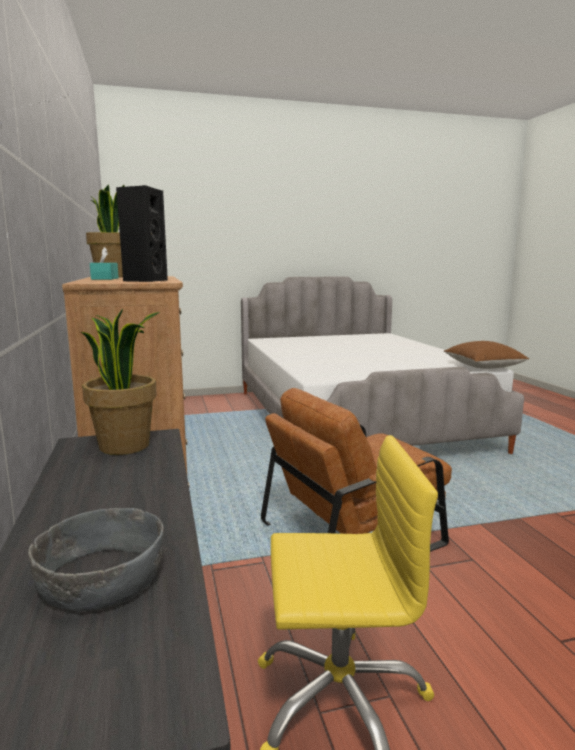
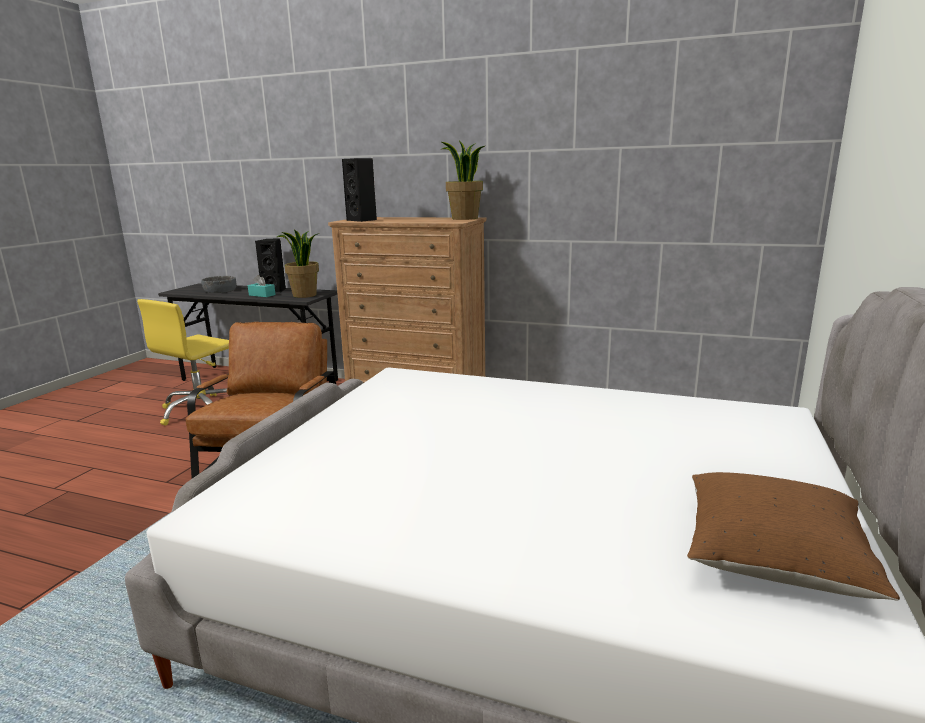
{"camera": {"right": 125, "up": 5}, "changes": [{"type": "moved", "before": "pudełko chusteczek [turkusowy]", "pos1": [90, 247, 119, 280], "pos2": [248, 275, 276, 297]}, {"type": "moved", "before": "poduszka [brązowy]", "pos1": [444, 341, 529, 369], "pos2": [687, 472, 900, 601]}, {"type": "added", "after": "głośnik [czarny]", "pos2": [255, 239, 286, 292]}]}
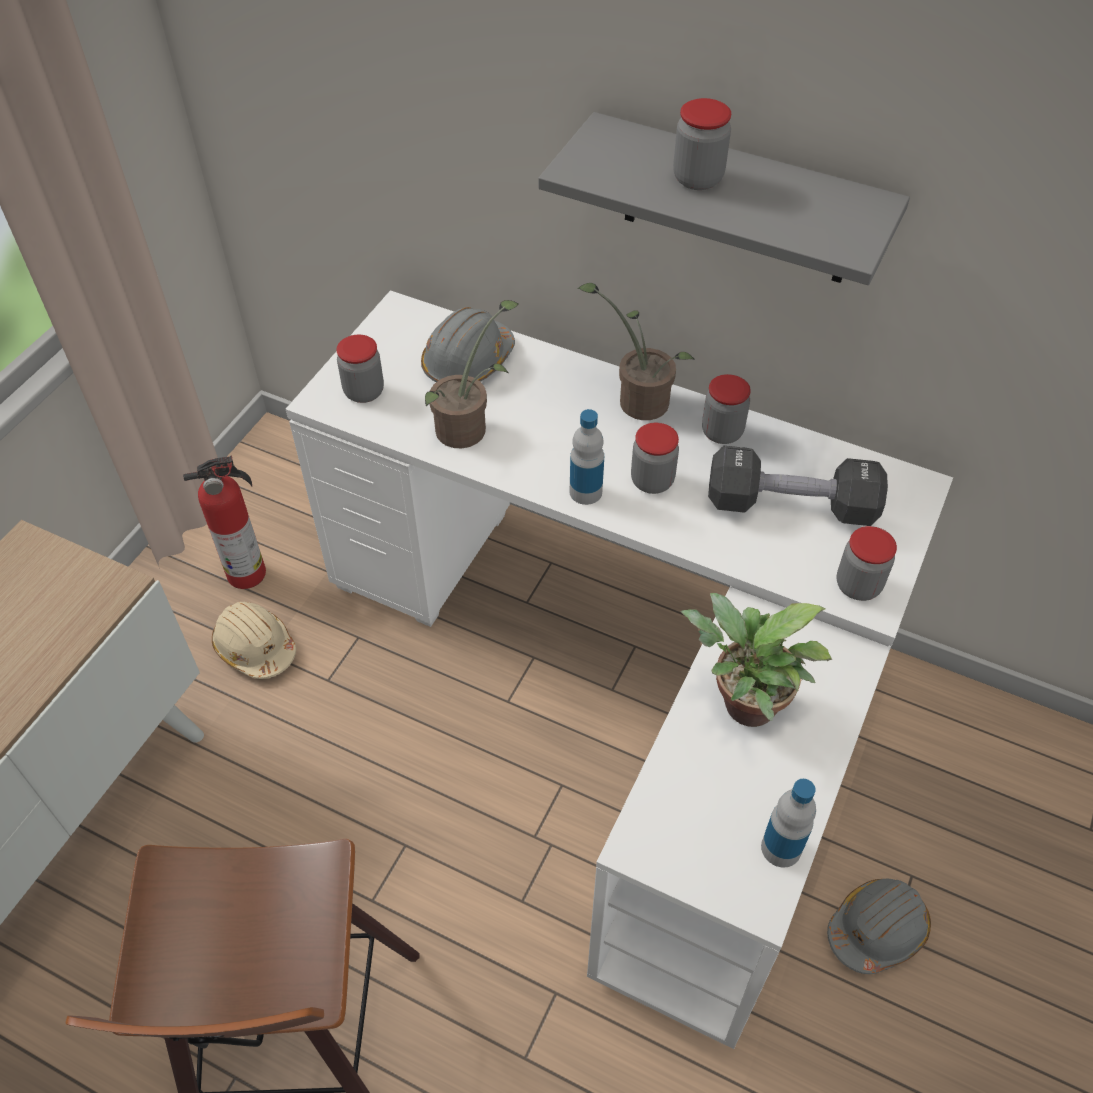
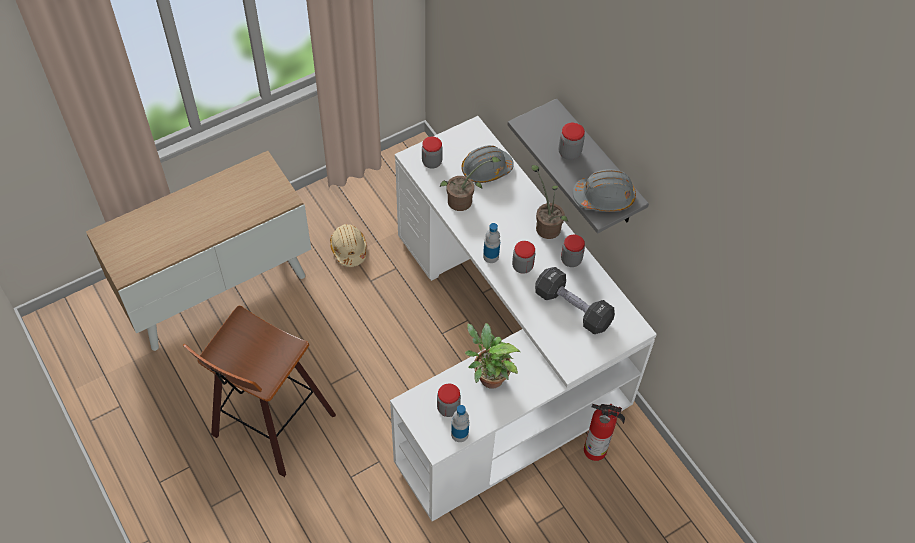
{"camera": {"right": 30, "up": 5}, "changes": [{"type": "moved", "before": "gaśnica", "pos1": [183, 455, 266, 589], "pos2": [584, 404, 625, 461]}, {"type": "moved", "before": "słoik", "pos1": [837, 526, 897, 601], "pos2": [437, 384, 461, 417]}, {"type": "moved", "before": "kask [szary]", "pos1": [827, 879, 931, 974], "pos2": [572, 169, 636, 212]}]}
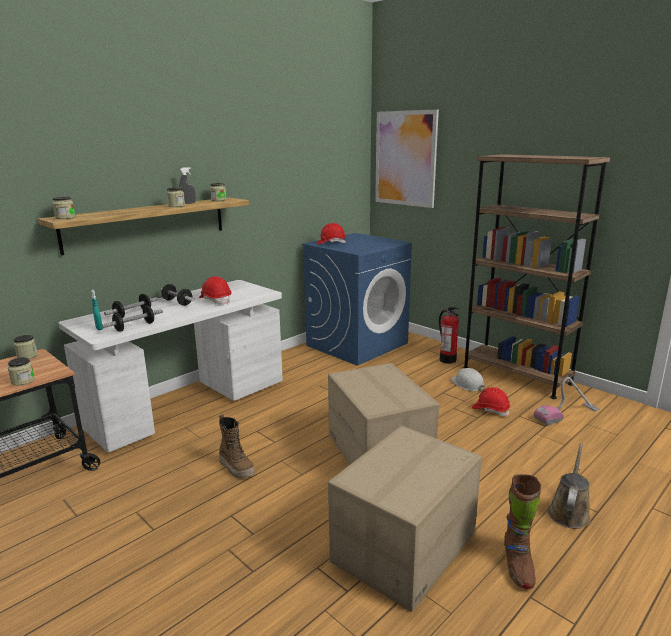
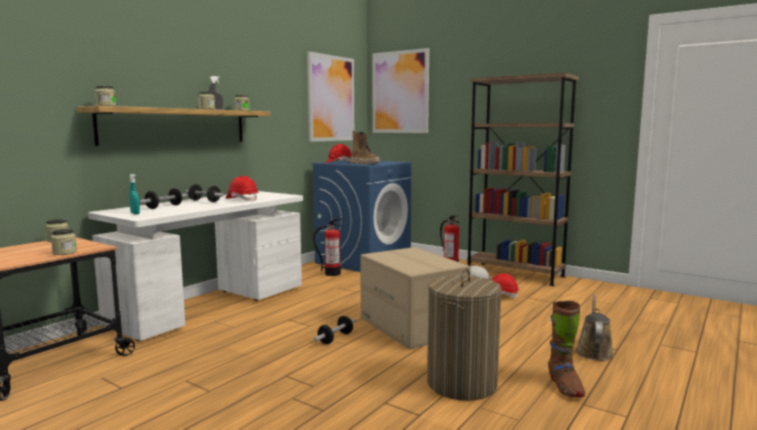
{"camera": {"right": -10, "up": -10}, "changes": [{"type": "moved", "before": "hantel", "pos1": [102, 305, 163, 332], "pos2": [314, 316, 356, 344]}, {"type": "removed", "before": "odkurzacz", "pos1": [534, 377, 600, 426]}, {"type": "moved", "before": "but z cholewką", "pos1": [219, 414, 255, 479], "pos2": [351, 131, 380, 164]}, {"type": "replaced", "before": "karton", "after": "kosz na pranie", "pos1": [328, 426, 482, 612], "pos2": [427, 268, 502, 401]}, {"type": "added", "after": "obraz", "pos2": [307, 51, 354, 142]}, {"type": "added", "after": "gaśnica", "pos2": [313, 218, 344, 276]}]}
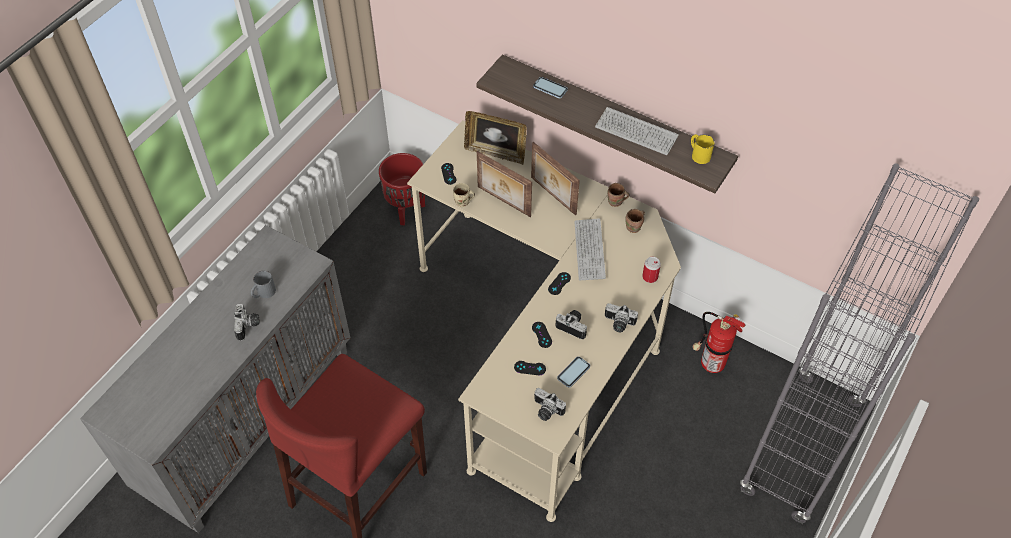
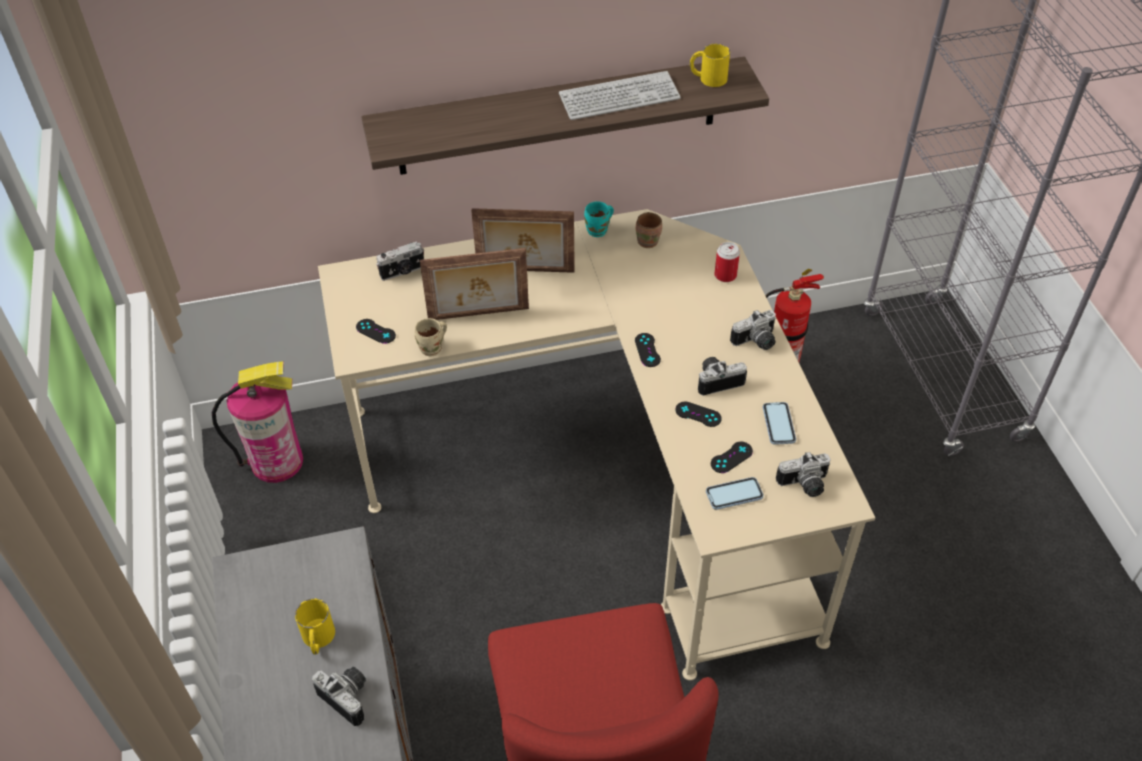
{"camera": {"right": -45, "up": -5}, "changes": [{"type": "moved", "before": "telefon", "pos1": [533, 77, 568, 98], "pos2": [706, 477, 764, 510]}, {"type": "replaced", "before": "ramka na zdjęcie", "after": "aparat fotograficzny", "pos1": [464, 111, 527, 165], "pos2": [376, 241, 424, 281]}, {"type": "replaced", "before": "donica [czerwony]", "after": "gaśnica", "pos1": [379, 153, 425, 226], "pos2": [211, 362, 303, 483]}, {"type": "recoloured", "before": "kubek [brązowy]", "after": "kubek [turkusowy]", "pos1": [608, 183, 629, 207], "pos2": [584, 201, 614, 237]}, {"type": "removed", "before": "klawiatura", "pos1": [574, 218, 606, 281]}, {"type": "recoloured", "before": "kubek [szary]", "after": "kubek [żółty]", "pos1": [251, 271, 276, 298], "pos2": [295, 598, 335, 655]}]}
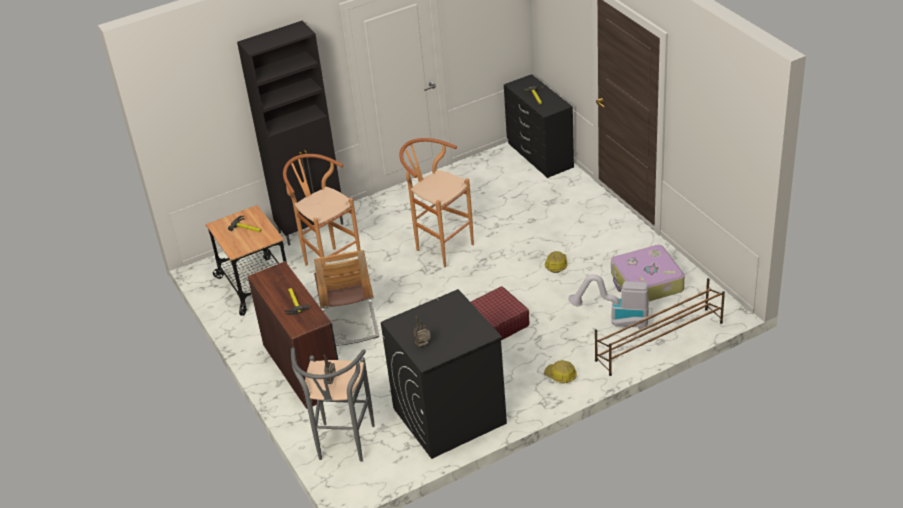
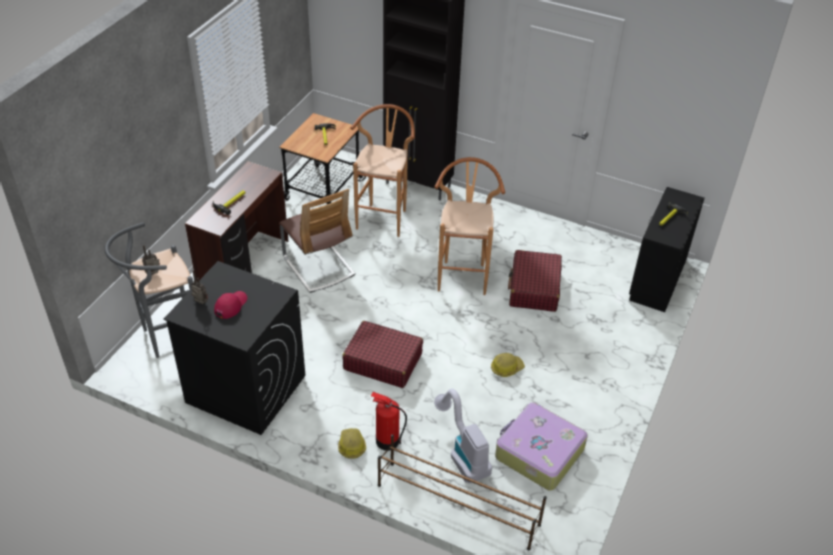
{"camera": {"right": 50, "up": 5}, "changes": [{"type": "turned", "before": "krzesło", "pos1": [314, 250, 380, 346], "pos2": [279, 189, 355, 293], "turn": -75}, {"type": "added", "after": "walizka [czerwony]", "pos2": [508, 250, 562, 312]}, {"type": "added", "after": "czapka z daszkiem [czerwony]", "pos2": [214, 291, 247, 319]}, {"type": "added", "after": "gaśnica", "pos2": [371, 392, 407, 451]}]}
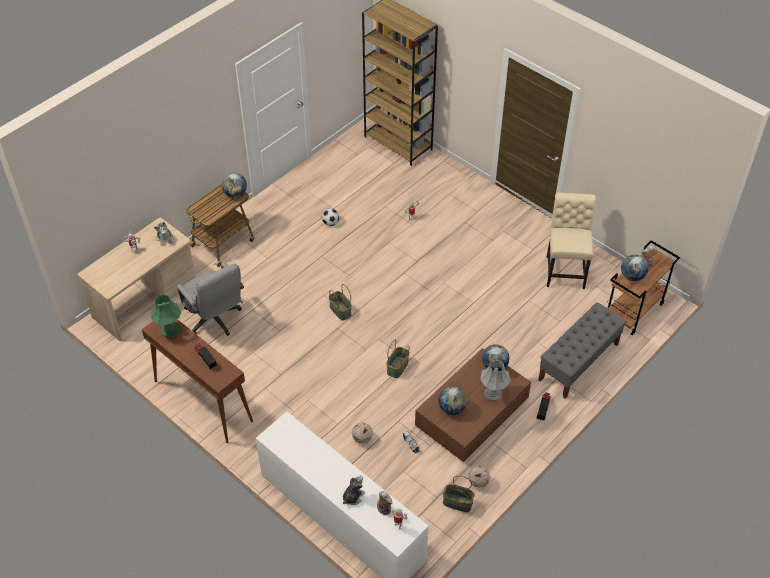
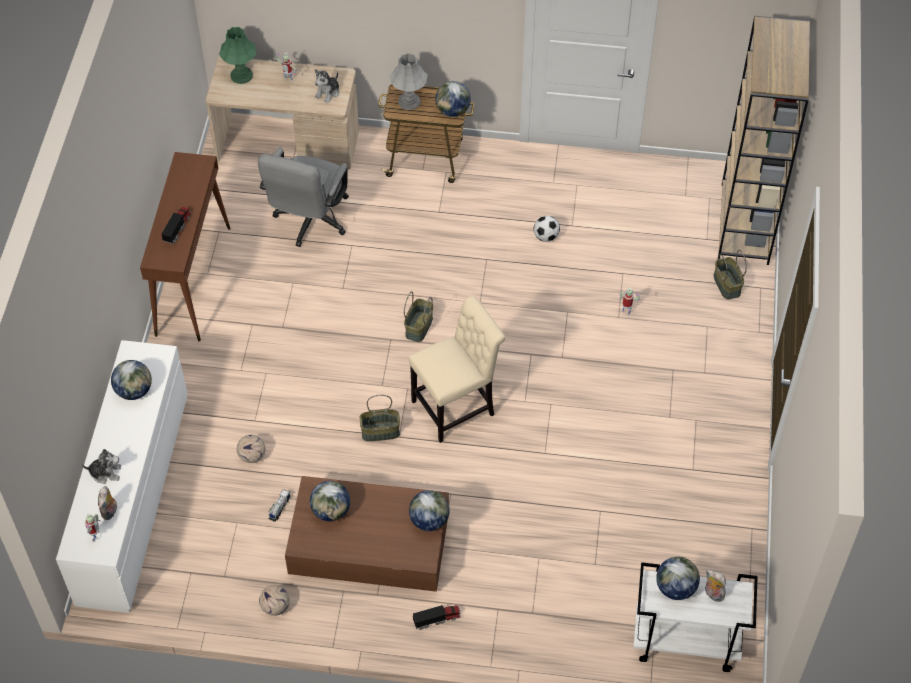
{"camera": {"right": 55, "up": 5}, "changes": [{"type": "moved", "before": "krzesło [beżowy]", "pos1": [547, 193, 596, 289], "pos2": [408, 296, 505, 443]}, {"type": "recoloured", "before": "wózek [brązowy]", "after": "wózek [biały]", "pos1": [608, 240, 680, 335], "pos2": [633, 562, 758, 672]}, {"type": "moved", "before": "lampa stołowa [zielony]", "pos1": [151, 294, 181, 338], "pos2": [219, 27, 257, 84]}, {"type": "removed", "before": "ławka [szary]", "pos1": [538, 302, 626, 399]}, {"type": "moved", "before": "lampa stołowa [szary]", "pos1": [480, 360, 511, 401], "pos2": [390, 53, 427, 110]}, {"type": "moved", "before": "koszyk", "pos1": [443, 475, 475, 512], "pos2": [714, 250, 747, 300]}, {"type": "added", "after": "globus", "pos2": [111, 360, 152, 400]}]}
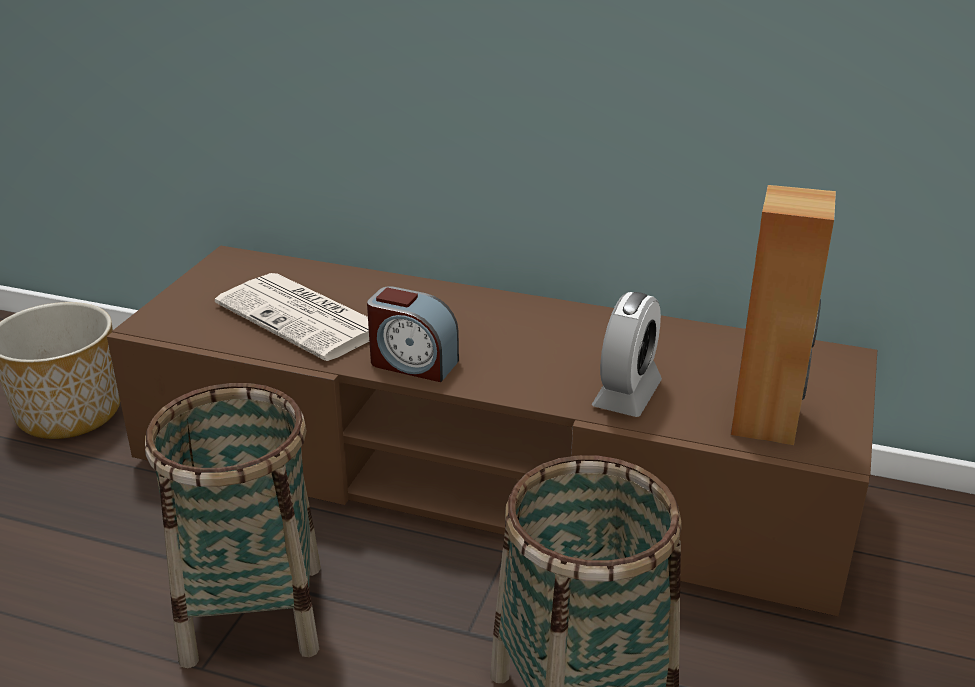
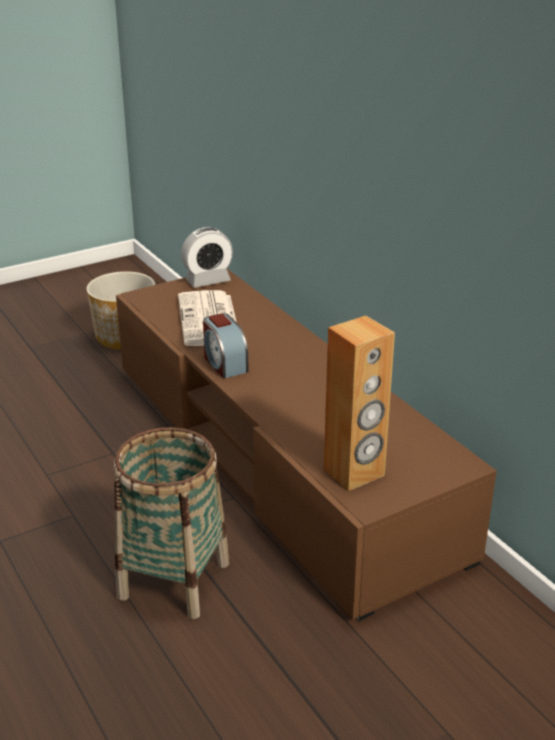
{"camera": {"right": 40, "up": 0}, "changes": [{"type": "moved", "before": "budzik", "pos1": [592, 292, 662, 417], "pos2": [181, 227, 233, 288]}, {"type": "removed", "before": "koszyk", "pos1": [145, 383, 321, 668]}]}
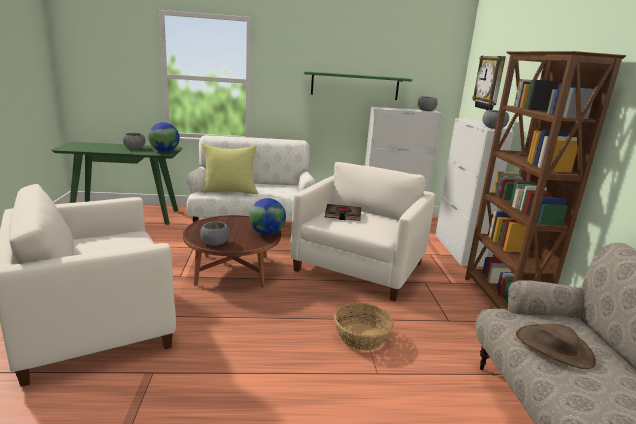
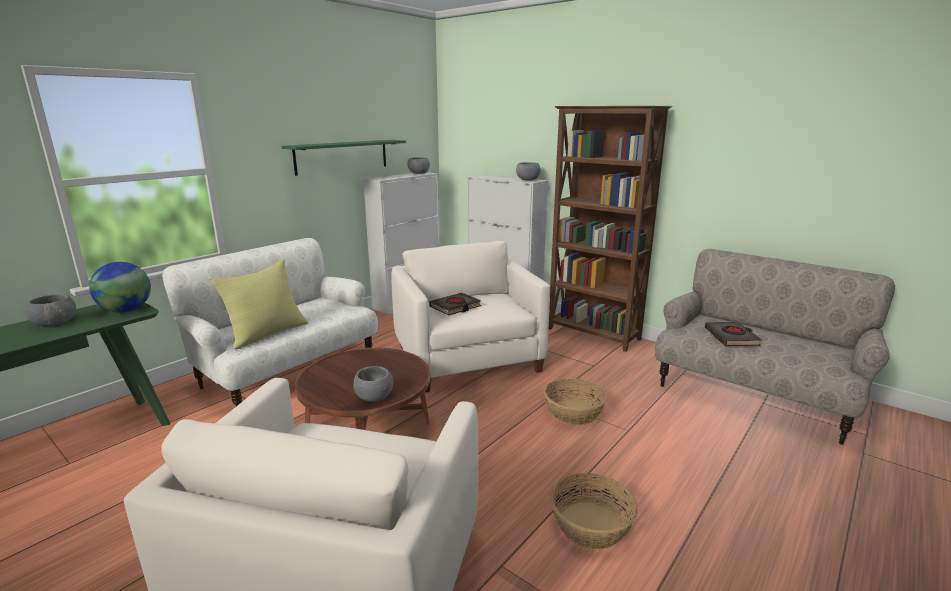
{"camera": {"right": -45, "up": 0}, "changes": [{"type": "removed", "before": "zegar ścienny", "pos1": [472, 56, 506, 110]}, {"type": "removed", "before": "globus", "pos1": [249, 198, 286, 235]}, {"type": "replaced", "before": "kapelusz [brązowy]", "after": "książka [czarny]", "pos1": [516, 324, 596, 369], "pos2": [705, 322, 762, 346]}, {"type": "added", "after": "koszyk", "pos2": [550, 473, 638, 549]}]}
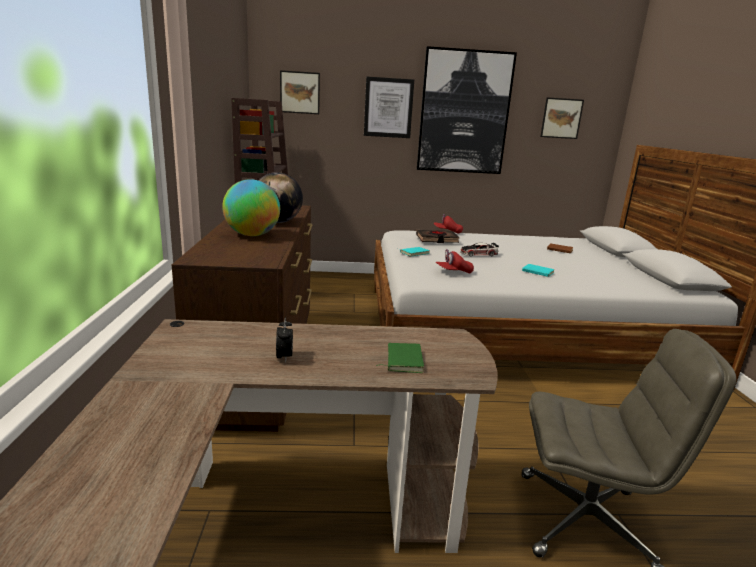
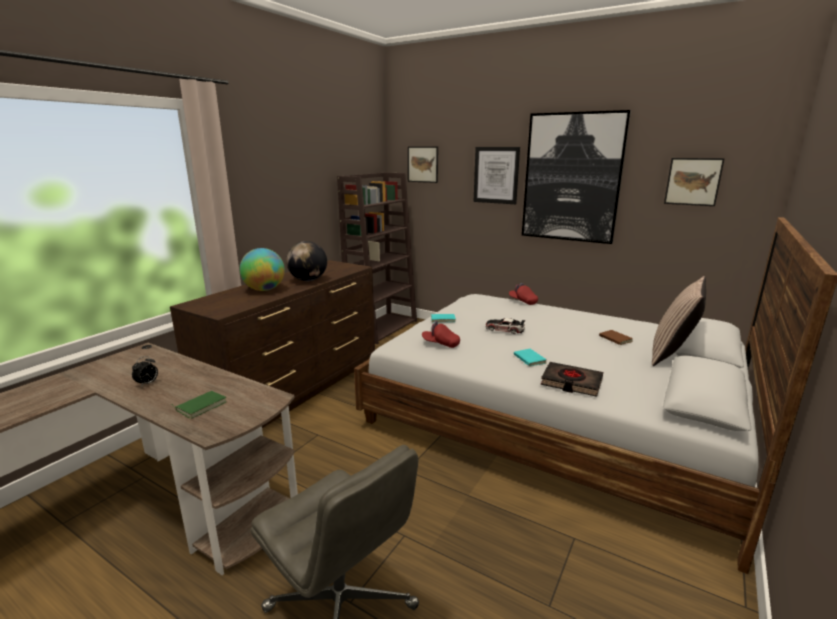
{"camera": {"right": 35, "up": 0}, "changes": [{"type": "moved", "before": "książka [czarny]", "pos1": [416, 230, 460, 243], "pos2": [541, 362, 603, 397]}, {"type": "added", "after": "poduszka", "pos2": [652, 276, 706, 366]}]}
